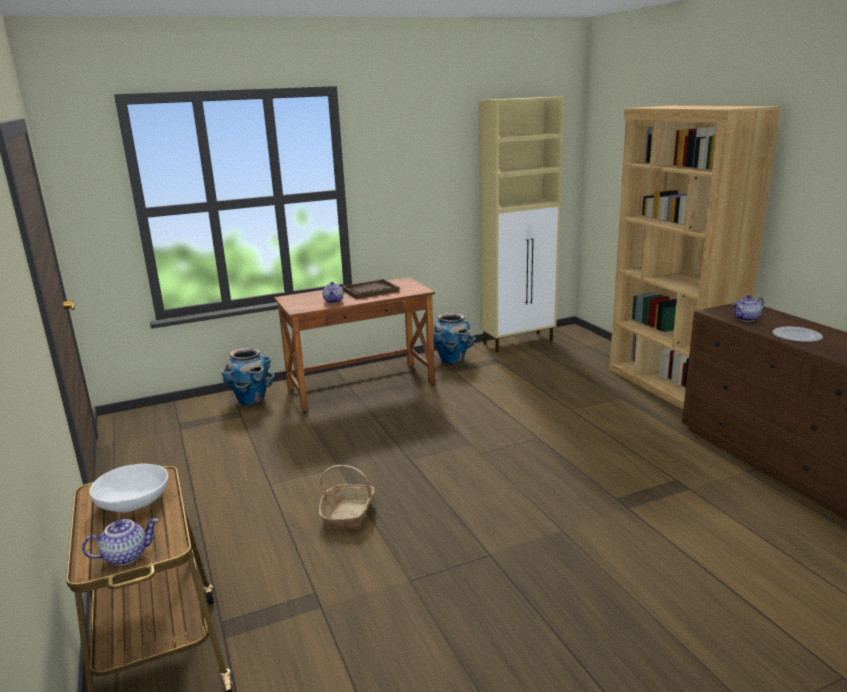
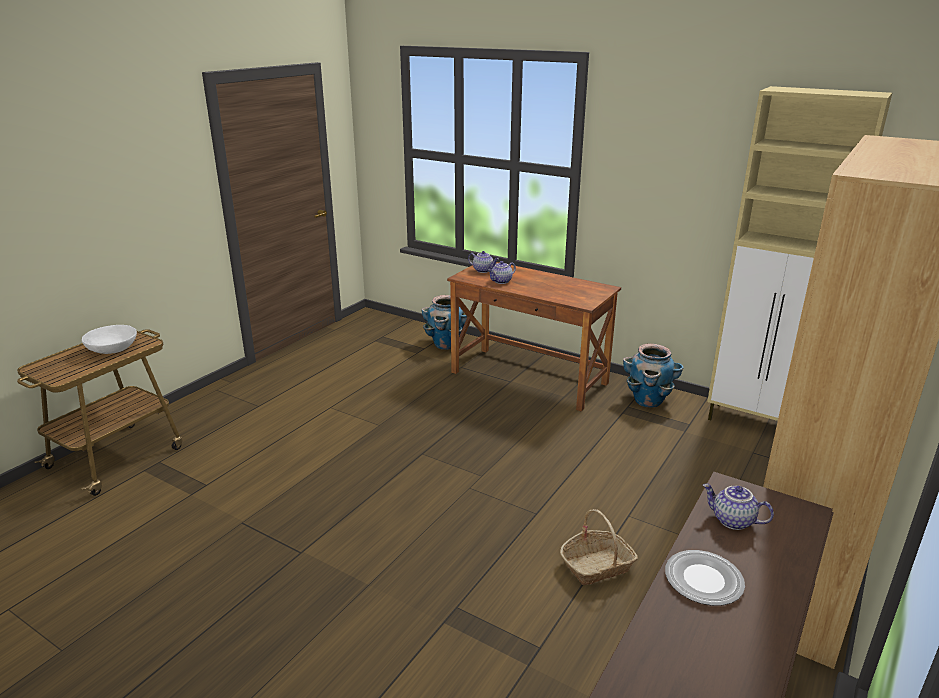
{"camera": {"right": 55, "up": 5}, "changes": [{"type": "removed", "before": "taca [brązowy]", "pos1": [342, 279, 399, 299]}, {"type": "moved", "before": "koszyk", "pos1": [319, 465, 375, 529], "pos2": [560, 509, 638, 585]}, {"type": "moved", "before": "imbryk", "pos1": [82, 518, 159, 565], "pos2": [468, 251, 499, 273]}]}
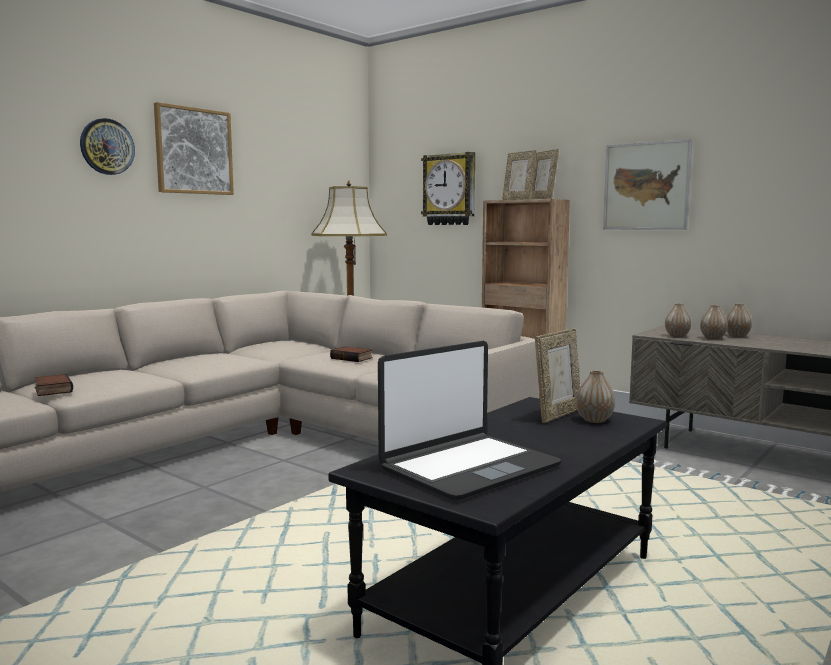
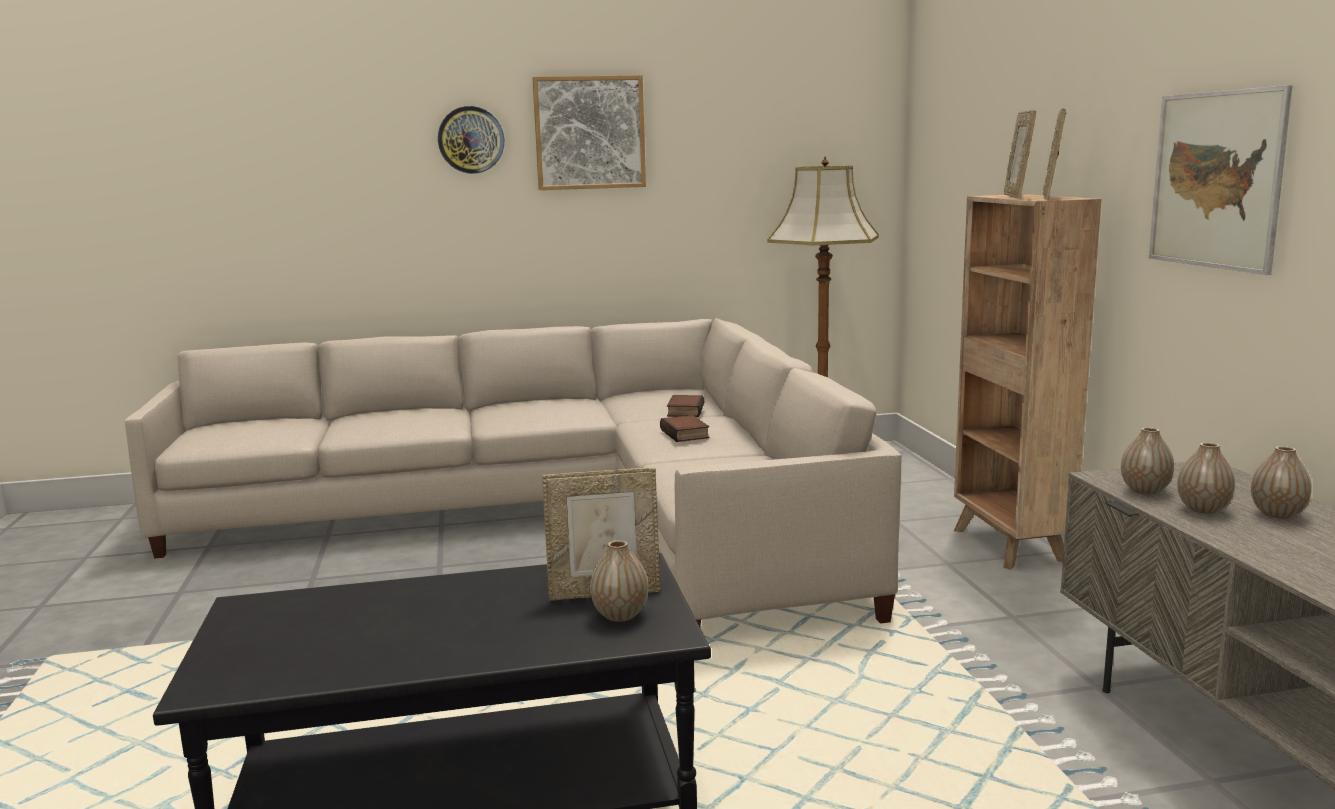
{"camera": {"right": 40, "up": 5}, "changes": [{"type": "removed", "before": "zegar ścienny", "pos1": [421, 152, 475, 225]}, {"type": "removed", "before": "laptop", "pos1": [378, 341, 562, 500]}, {"type": "moved", "before": "książka", "pos1": [34, 374, 73, 396], "pos2": [667, 395, 704, 417]}]}
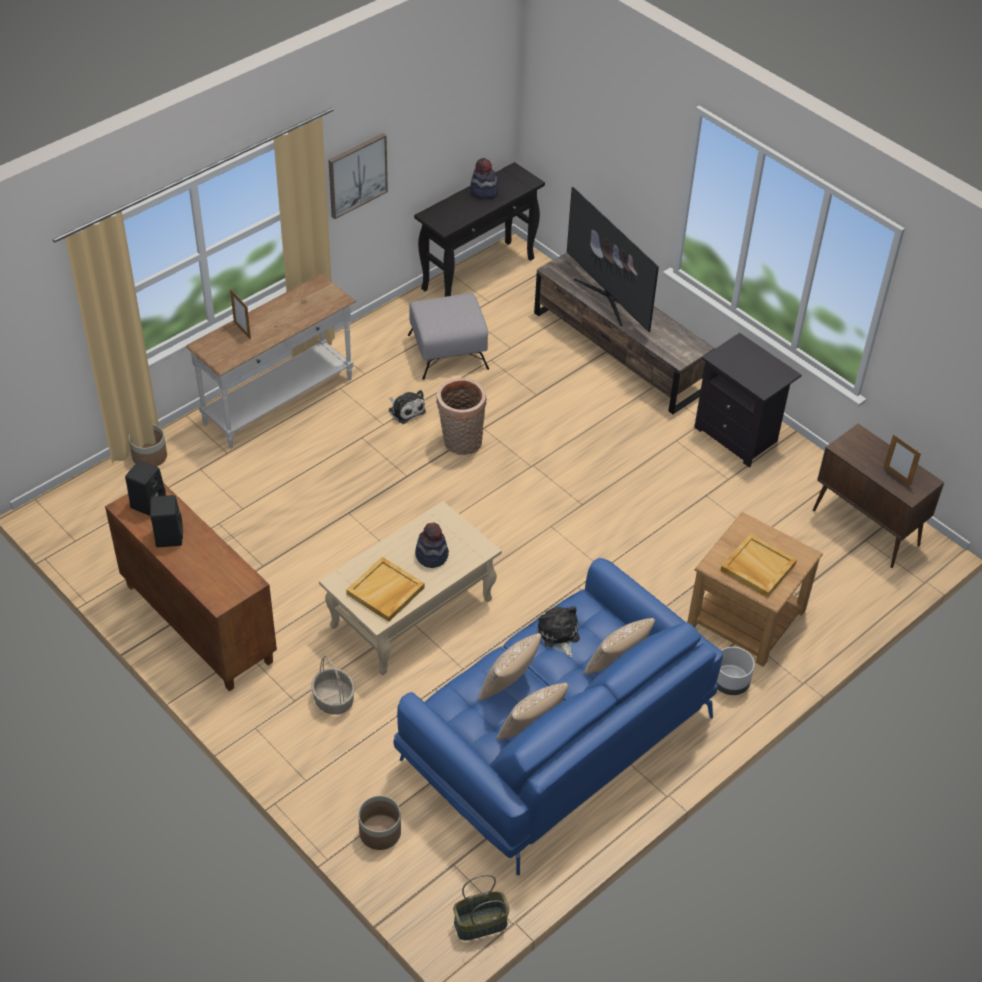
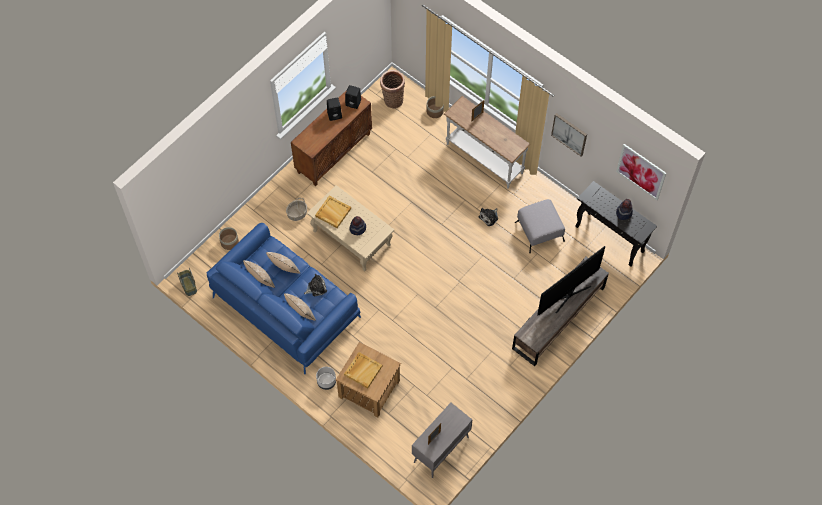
{"camera": {"right": 85, "up": 15}, "changes": [{"type": "removed", "before": "szafka nocna [czarny]", "pos1": [694, 333, 801, 467]}, {"type": "moved", "before": "koszyk", "pos1": [436, 378, 486, 455], "pos2": [380, 70, 405, 108]}, {"type": "recoloured", "before": "szafka [brązowy]", "after": "szafka [szary]", "pos1": [813, 424, 944, 568], "pos2": [412, 403, 472, 478]}, {"type": "added", "after": "obraz", "pos2": [616, 144, 666, 200]}]}
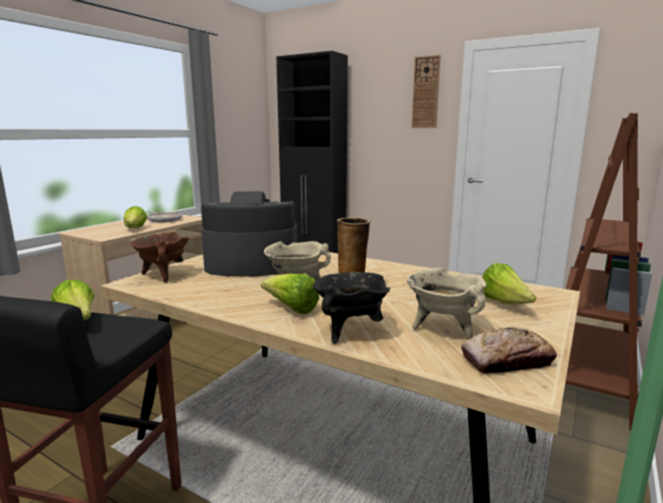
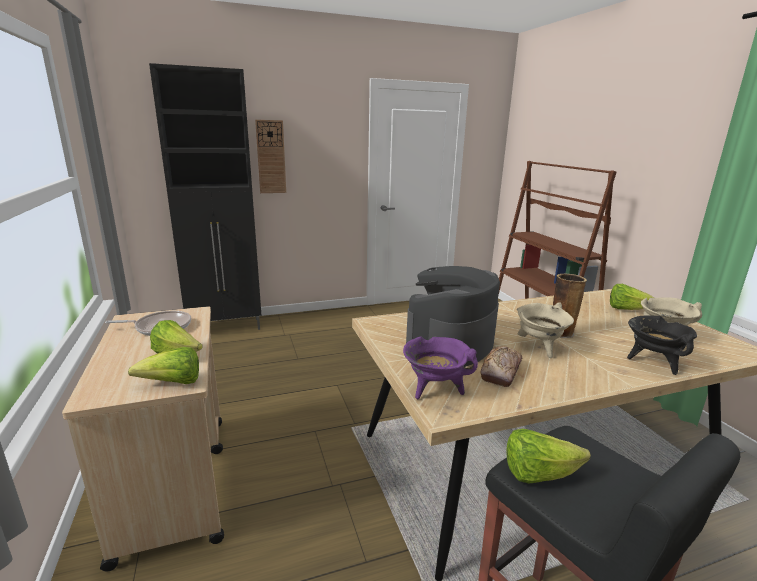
{"camera": {"right": -50, "up": 5}, "changes": [{"type": "moved", "before": "zegar ścienny", "pos1": [412, 55, 441, 128], "pos2": [255, 120, 286, 193]}, {"type": "recoloured", "before": "garnek [brązowy]", "after": "garnek [fioletowy]", "pos1": [130, 232, 189, 282], "pos2": [403, 336, 478, 399]}, {"type": "moved", "before": "sałata", "pos1": [261, 274, 319, 314], "pos2": [128, 347, 199, 384]}, {"type": "moved", "before": "chleb", "pos1": [461, 327, 557, 374], "pos2": [480, 346, 522, 387]}]}
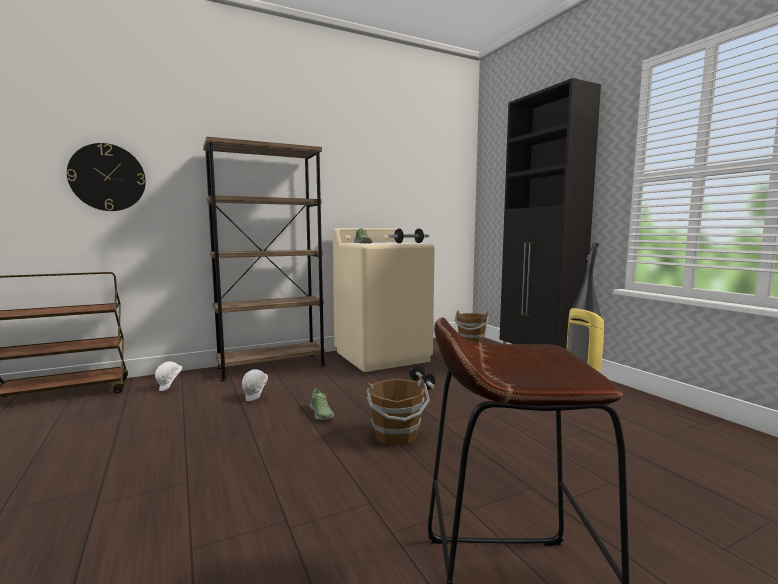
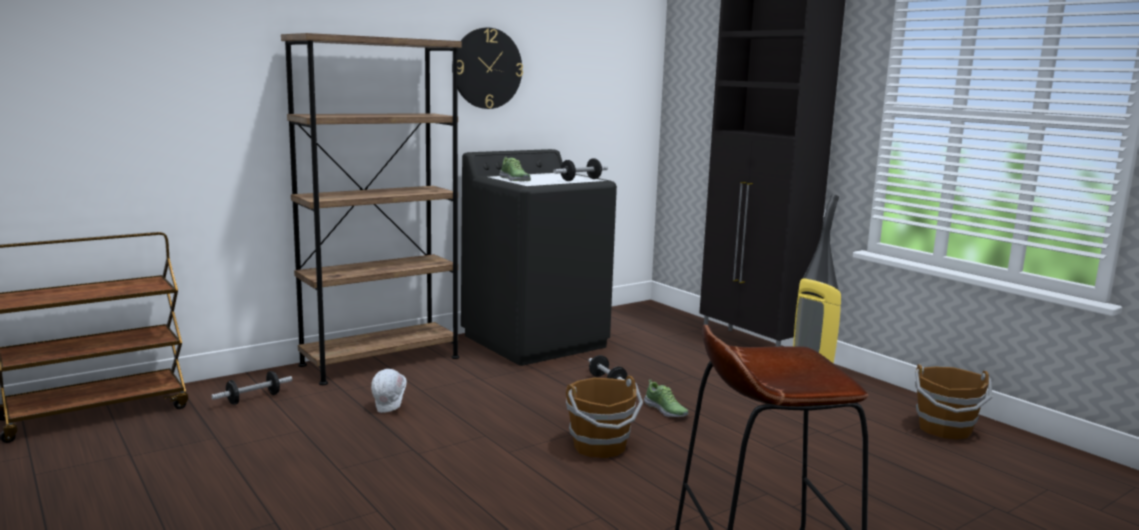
{"camera": {"right": -10, "up": 5}, "changes": [{"type": "moved", "before": "zegar ścienny", "pos1": [67, 143, 146, 211], "pos2": [452, 28, 523, 109]}, {"type": "recoloured", "before": "pralka [beżowy]", "after": "pralka [czarny]", "pos1": [333, 228, 435, 372], "pos2": [461, 149, 617, 366]}, {"type": "moved", "before": "wiadro [brązowy]", "pos1": [454, 310, 489, 343], "pos2": [915, 364, 992, 440]}, {"type": "replaced", "before": "kask [biały]", "after": "hantel", "pos1": [155, 361, 182, 391], "pos2": [211, 371, 292, 405]}, {"type": "moved", "before": "but", "pos1": [310, 388, 334, 420], "pos2": [644, 380, 689, 417]}]}
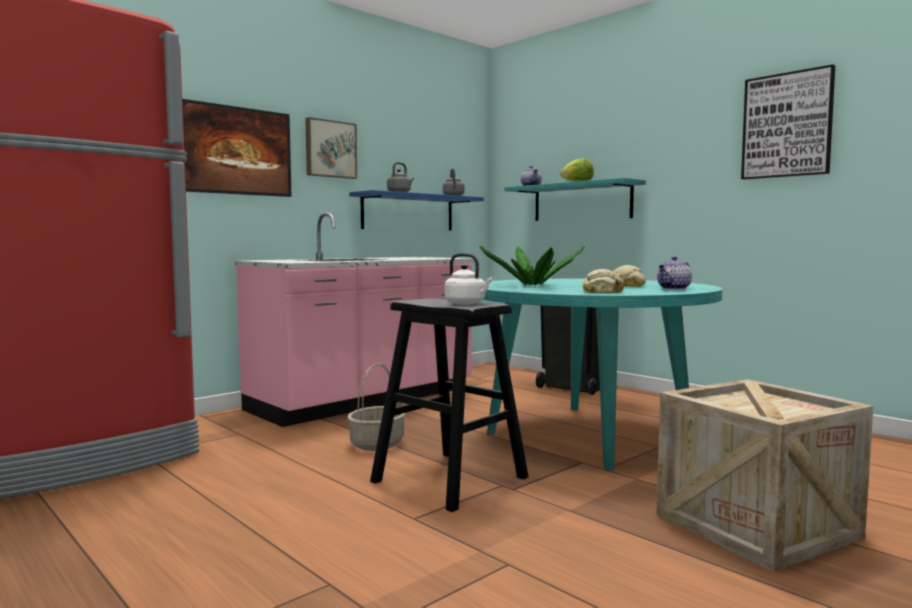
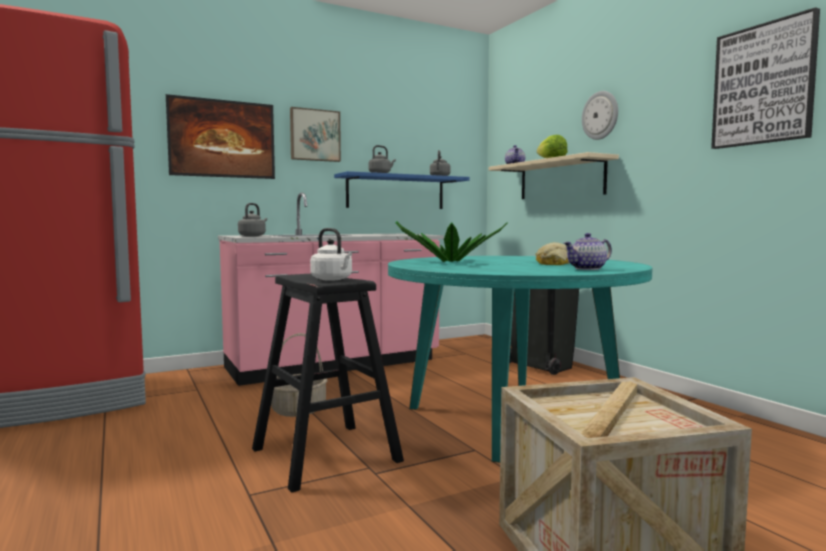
{"camera": {"right": 15, "up": 0}, "changes": [{"type": "recoloured", "before": "półka [turkusowy]", "after": "półka [beżowy]", "pos1": [504, 178, 646, 221], "pos2": [488, 152, 619, 199]}, {"type": "removed", "before": "chleb", "pos1": [583, 269, 624, 293]}, {"type": "added", "after": "zegar ścienny", "pos2": [582, 91, 618, 140]}, {"type": "added", "after": "czajnik [szary]", "pos2": [238, 203, 267, 236]}]}
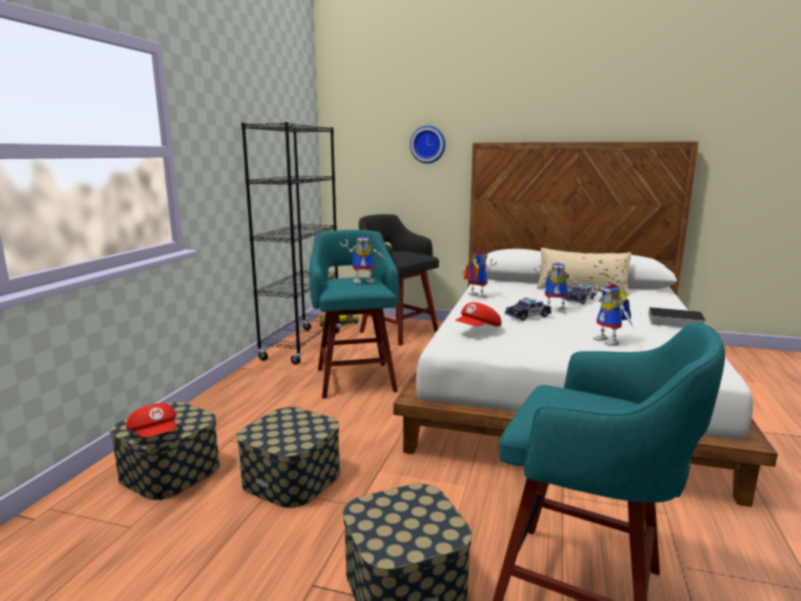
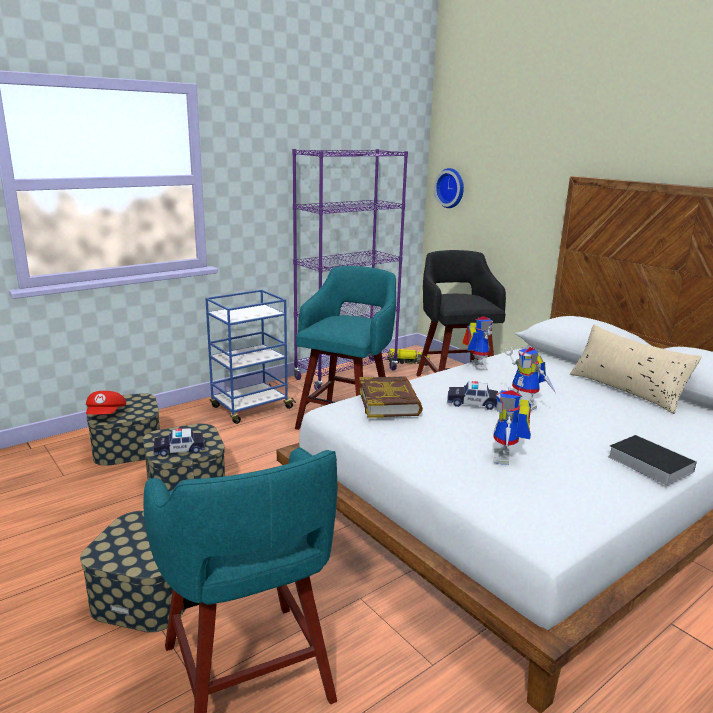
{"camera": {"right": 35, "up": 5}, "changes": [{"type": "recoloured", "before": "regał [czarny]", "after": "regał [fioletowy]", "pos1": [241, 122, 341, 365], "pos2": [292, 149, 408, 390]}, {"type": "moved", "before": "zegar ścienny", "pos1": [410, 126, 445, 163], "pos2": [434, 168, 464, 208]}, {"type": "removed", "before": "robot zabawkowy", "pos1": [340, 235, 388, 284]}, {"type": "moved", "before": "samochodzik", "pos1": [564, 284, 596, 304], "pos2": [153, 428, 205, 457]}, {"type": "replaced", "before": "czapka z daszkiem [czerwony]", "after": "książka", "pos1": [455, 302, 501, 327], "pos2": [359, 376, 423, 418]}, {"type": "added", "after": "wózek [niebieski]", "pos2": [205, 290, 296, 424]}]}
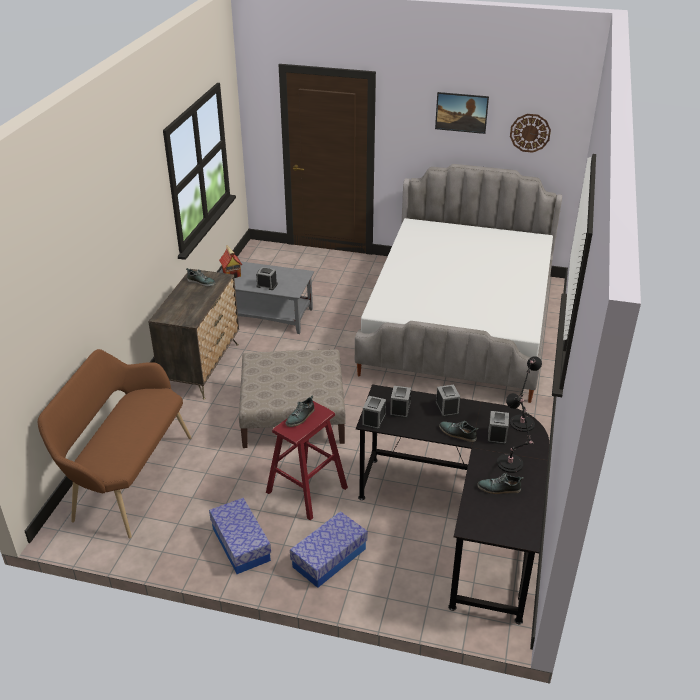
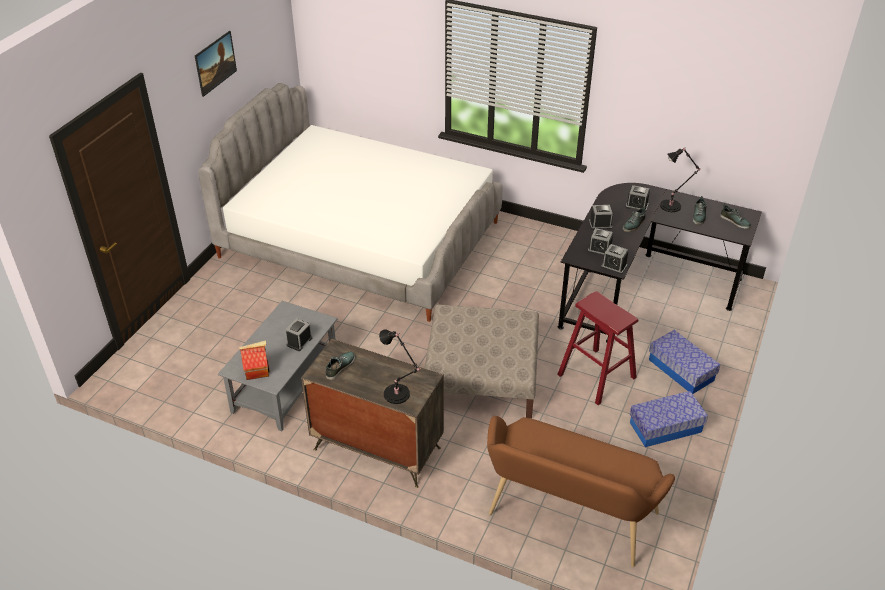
{"camera": {"right": -80, "up": 5}, "changes": [{"type": "removed", "before": "zegar ścienny", "pos1": [510, 114, 551, 153]}, {"type": "moved", "before": "lampa stołowa [czarny]", "pos1": [510, 356, 542, 432], "pos2": [379, 329, 421, 404]}, {"type": "moved", "before": "but", "pos1": [286, 396, 314, 427], "pos2": [720, 204, 751, 229]}]}
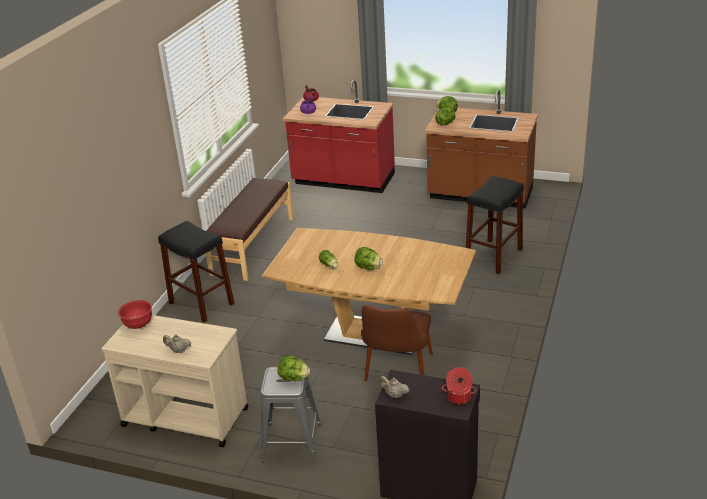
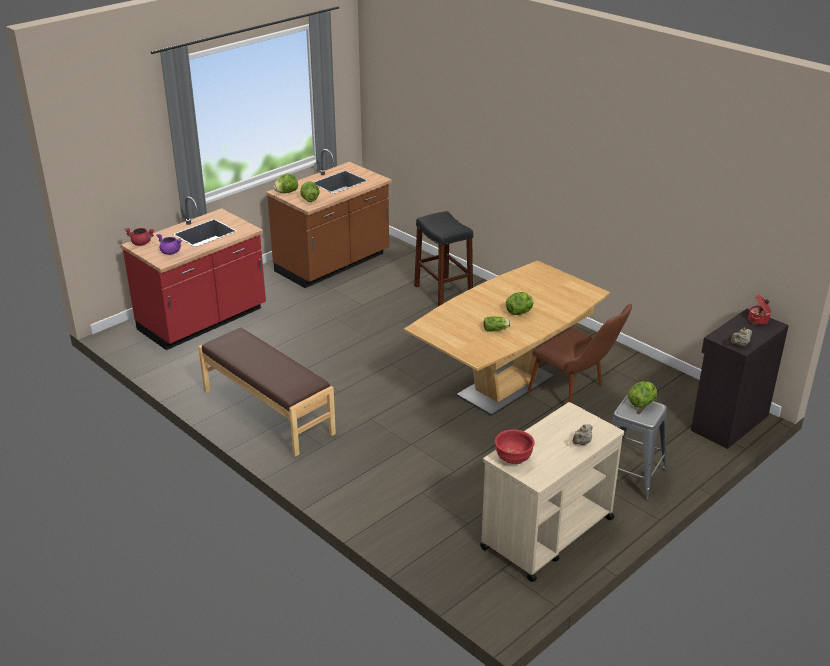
{"camera": {"right": -65, "up": 0}, "changes": [{"type": "removed", "before": "stołek [czarny]", "pos1": [158, 221, 234, 323]}]}
